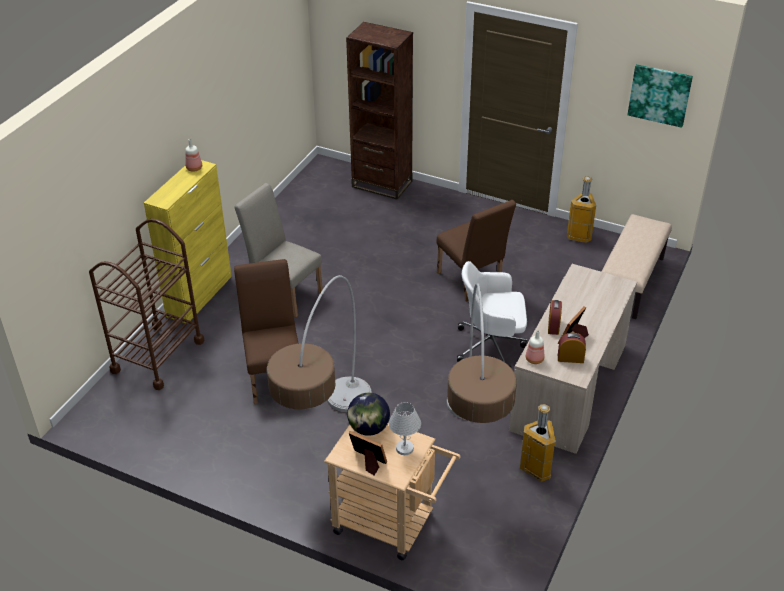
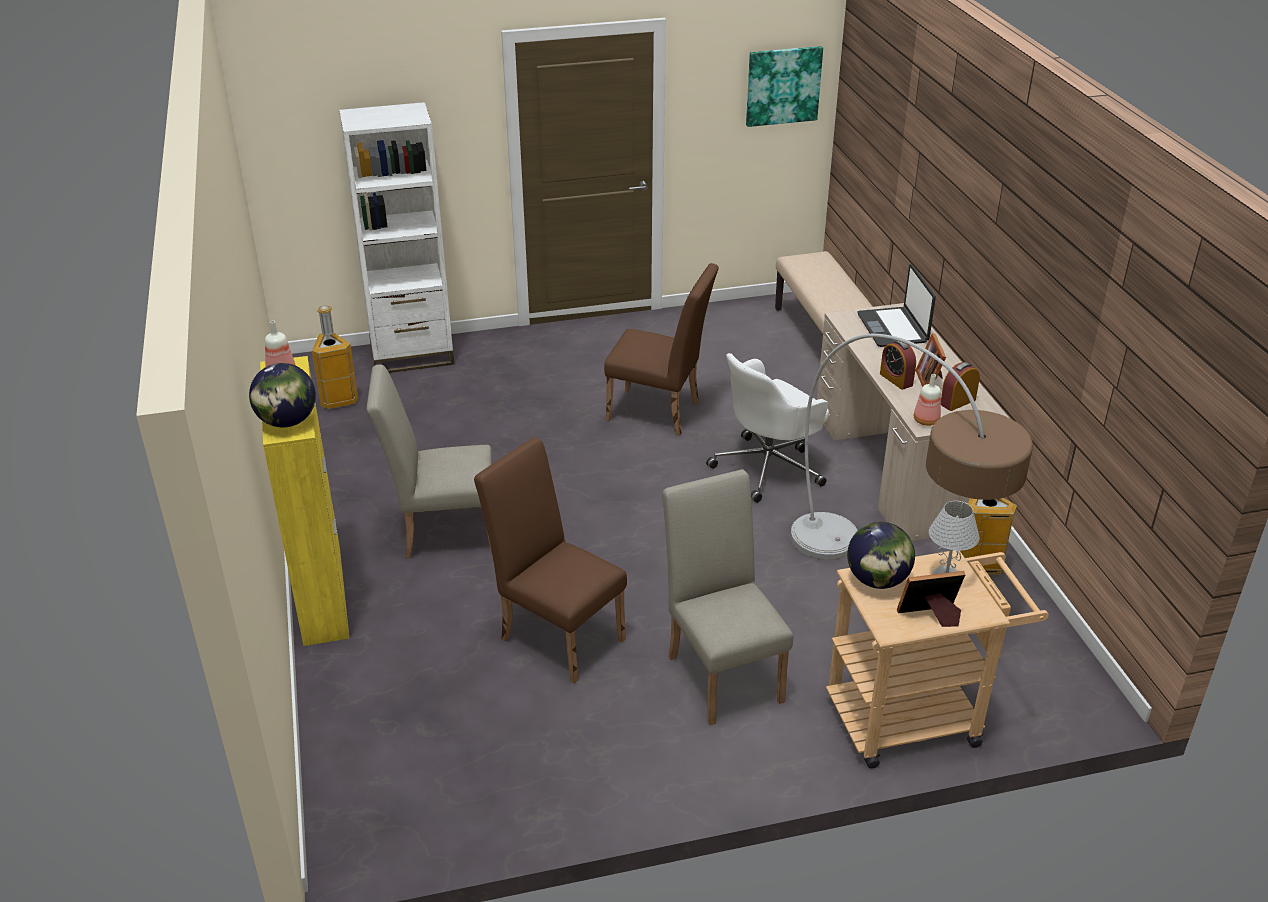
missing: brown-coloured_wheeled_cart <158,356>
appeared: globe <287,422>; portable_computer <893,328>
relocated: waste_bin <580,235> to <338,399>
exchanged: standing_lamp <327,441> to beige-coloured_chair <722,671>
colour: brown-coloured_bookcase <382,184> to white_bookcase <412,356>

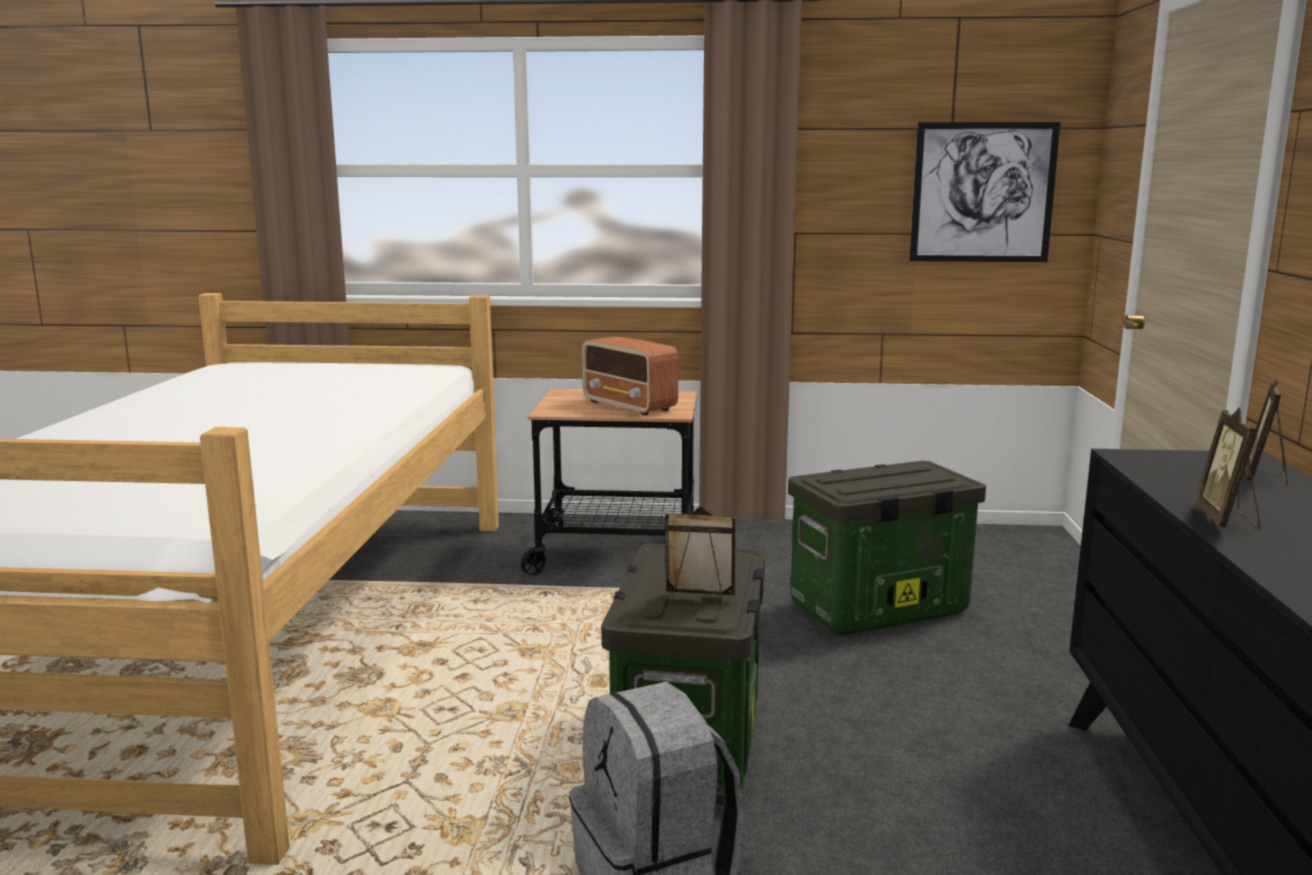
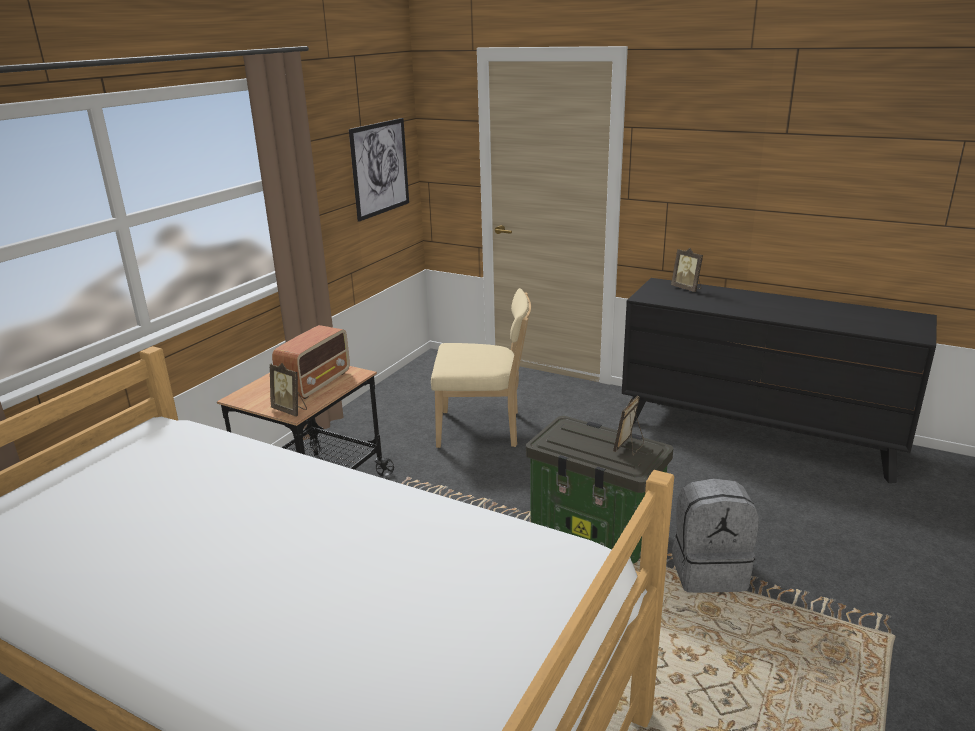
relocated: photo_frame <1227,520> to <290,410>
exchanged: storage_box <877,610> to beige-coloured_chair <483,429>
spun: radio_set <630,406> = <316,383> 45 degrees counterclockwise

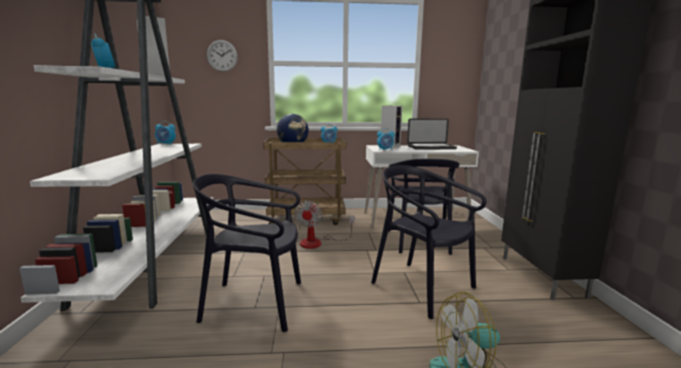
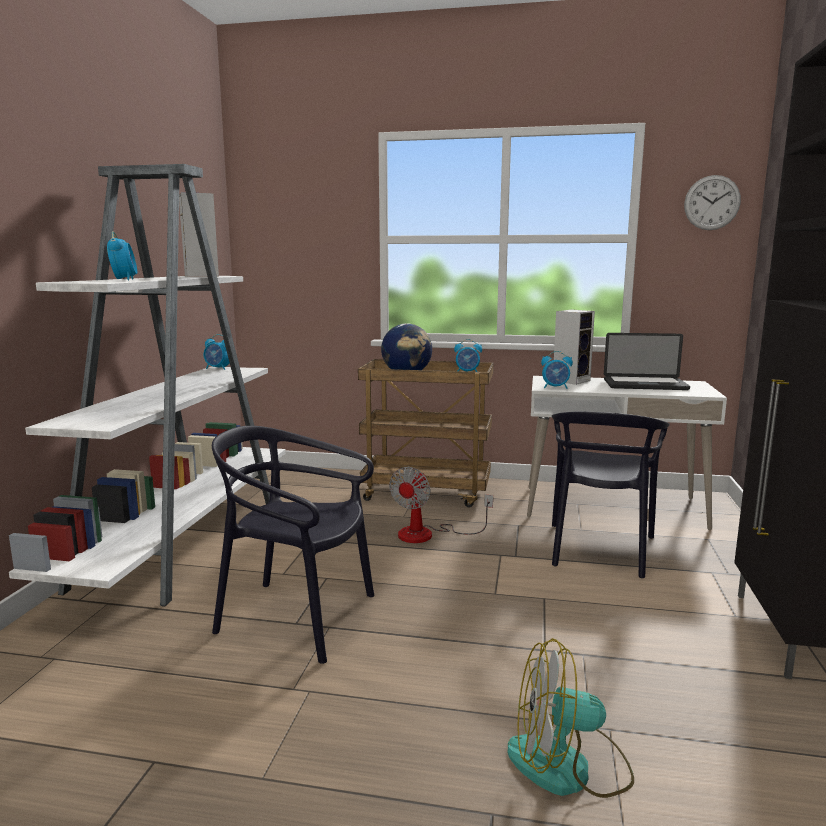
missing: blackish_chair <422,287>
relocated: clock_on_the_wall <222,55> to <712,202>

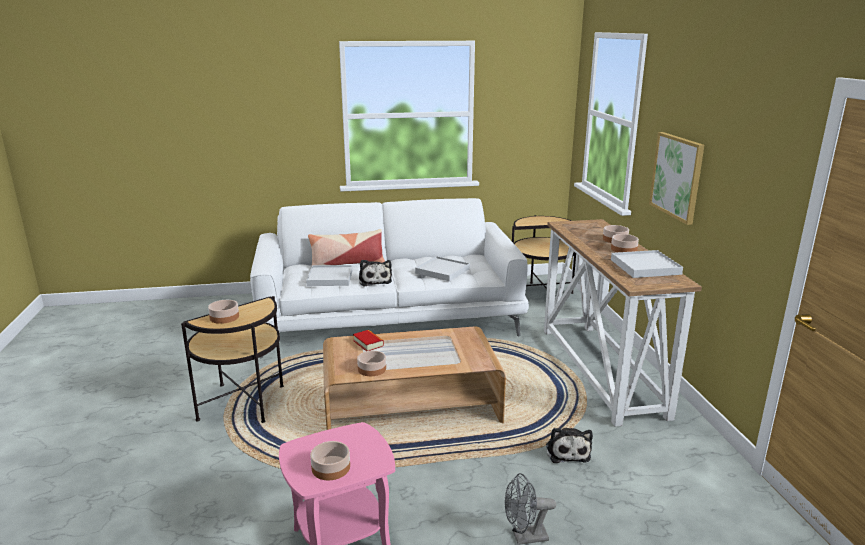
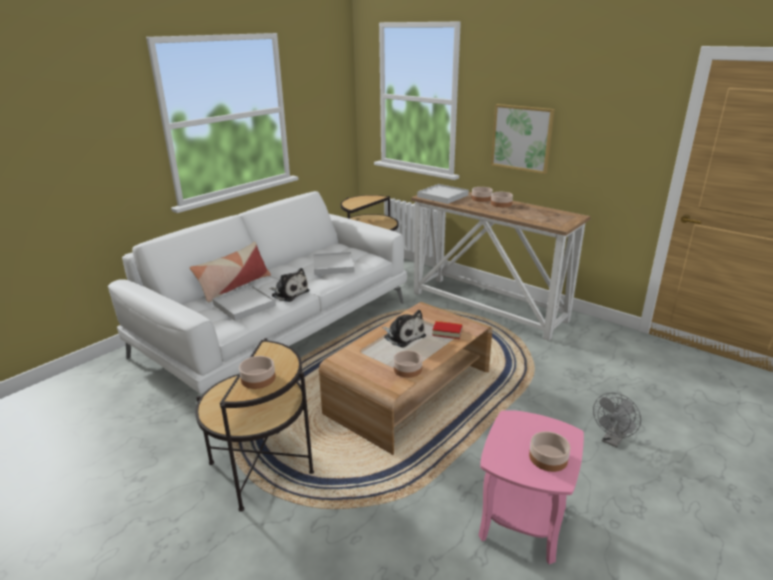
relocated: bound_book <368,343> to <447,332>; plush_toy <567,451> to <403,336>; white_serving_tray <645,267> to <443,196>

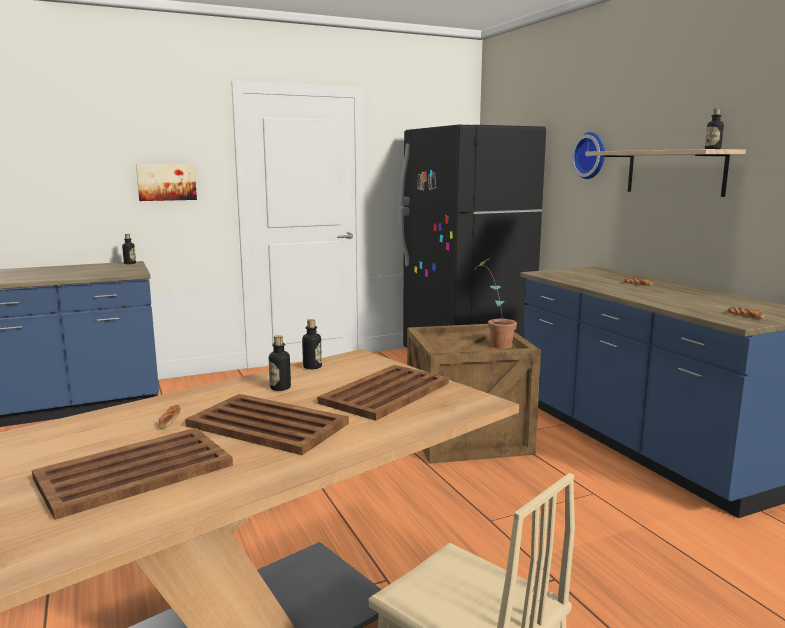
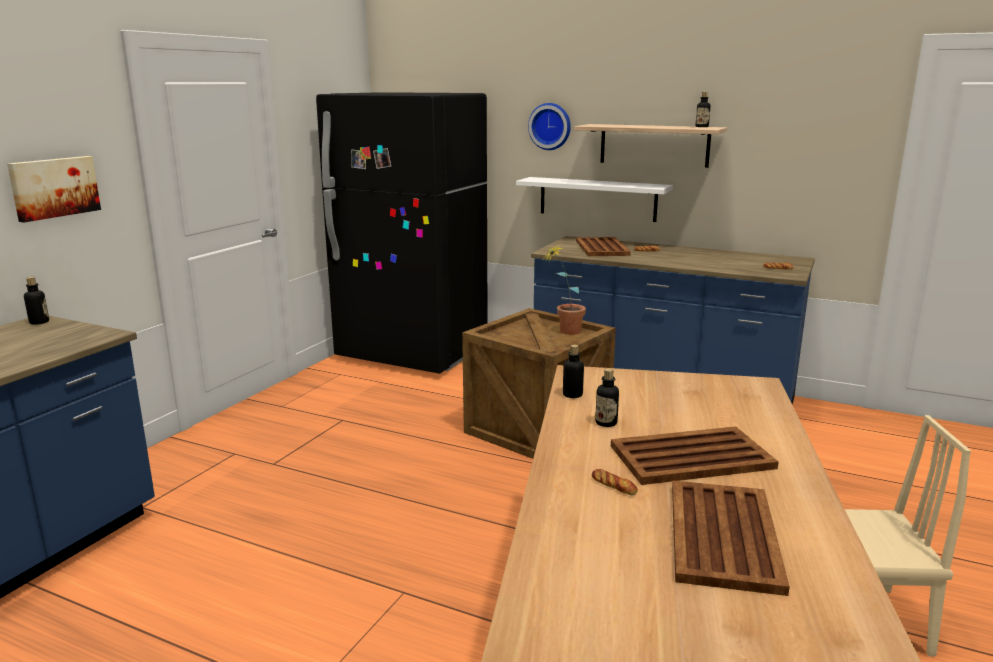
appeared: white_bracket_shelf <597,199>
relocated: brown-coloured_serving_tray <384,393> to <601,248>

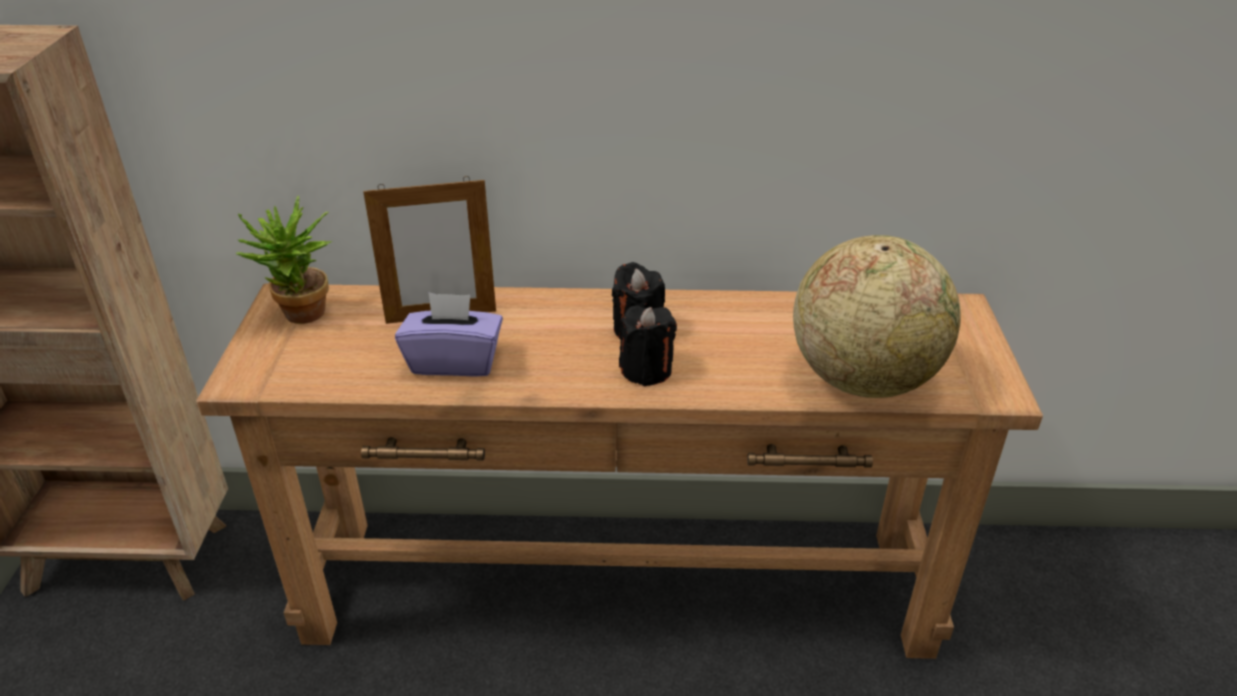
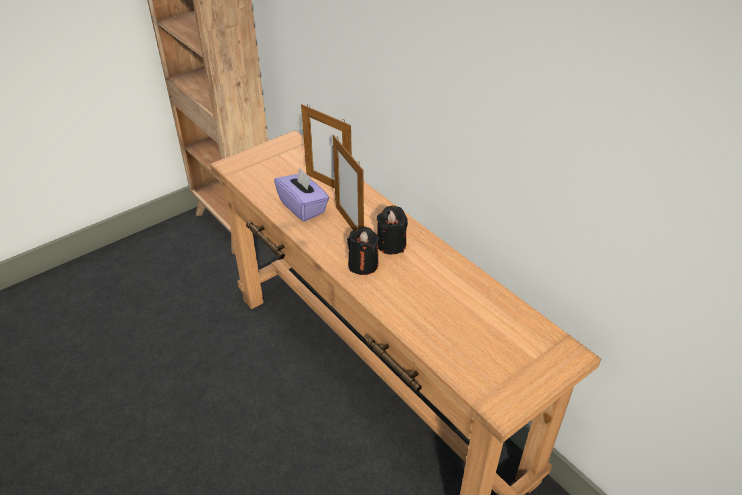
missing: potted_plant <301,317>; globe <863,379>
appeared: photo_frame <349,224>

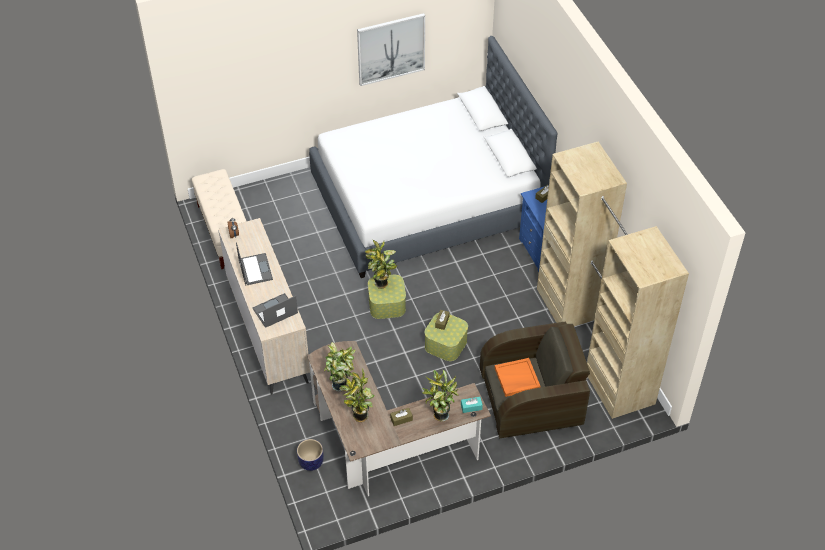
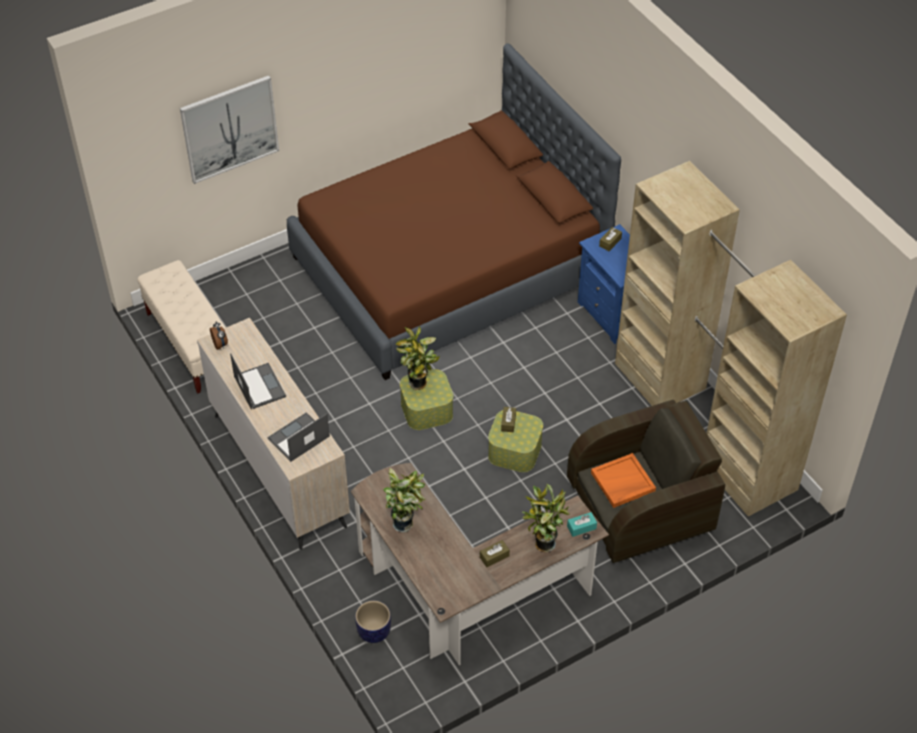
missing: potted_plant <359,417>
relocated: picture <391,49> to <230,128>
colour: white_bedroom_bed <428,201> to brown-coloured_bedroom_bed <449,268>

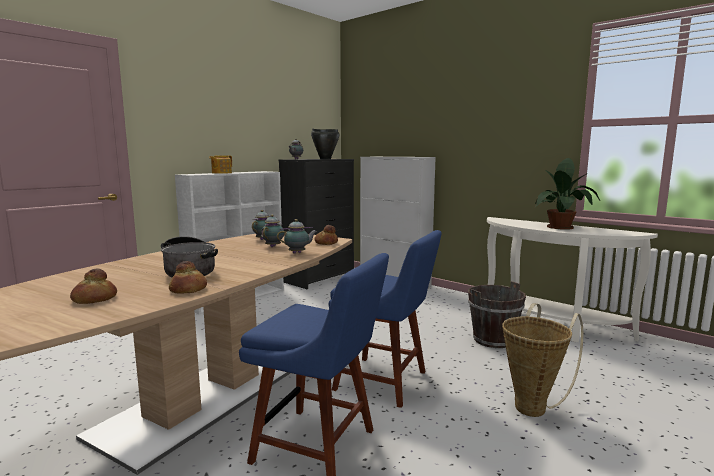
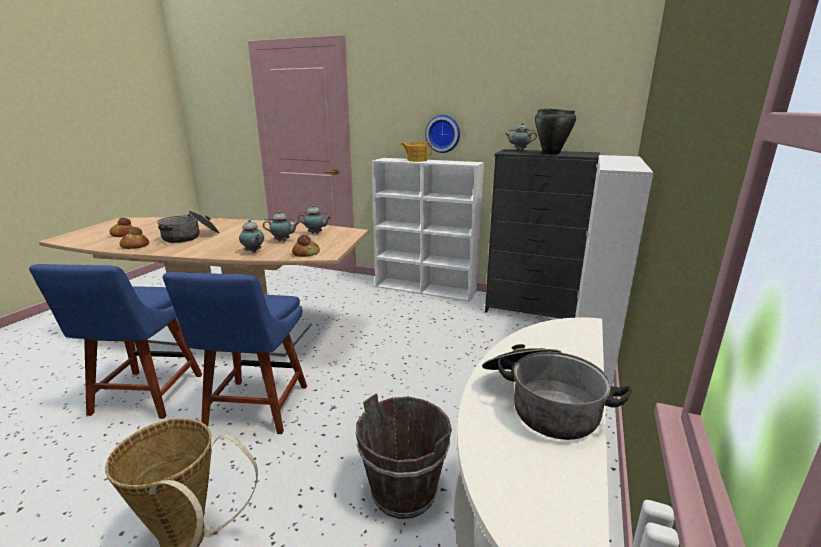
appeared: clock_on_the_wall <443,133>
exchanged: potted_plant <561,227> to cooking_pot <541,403>

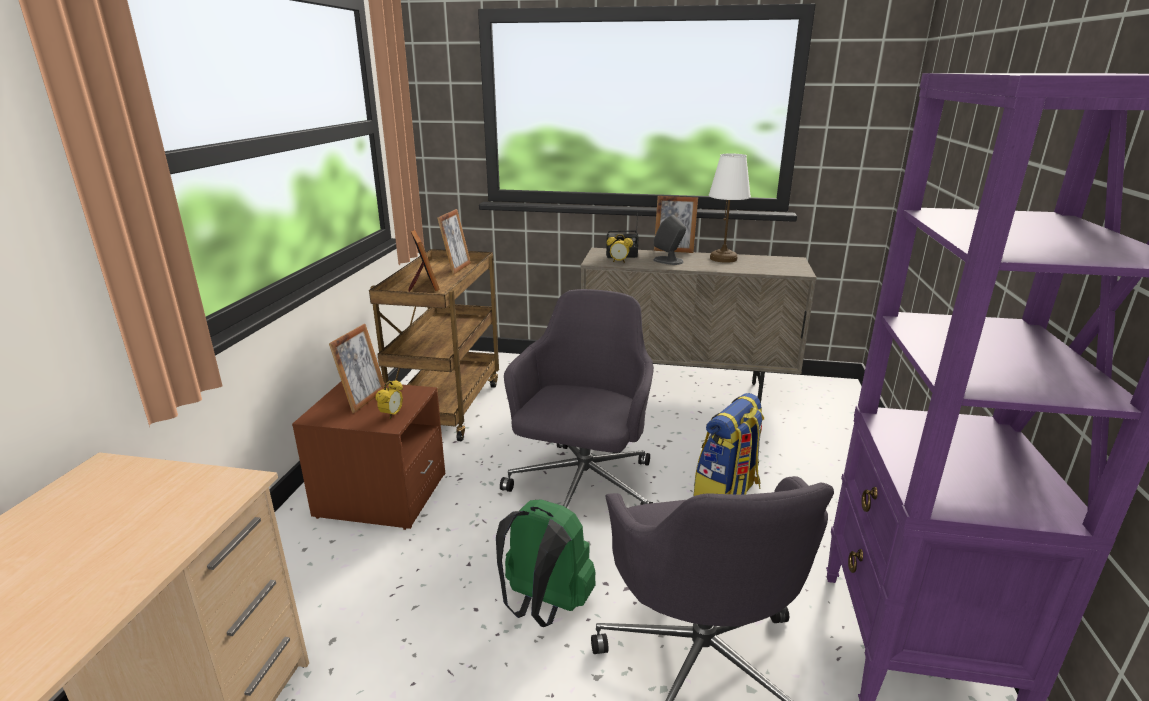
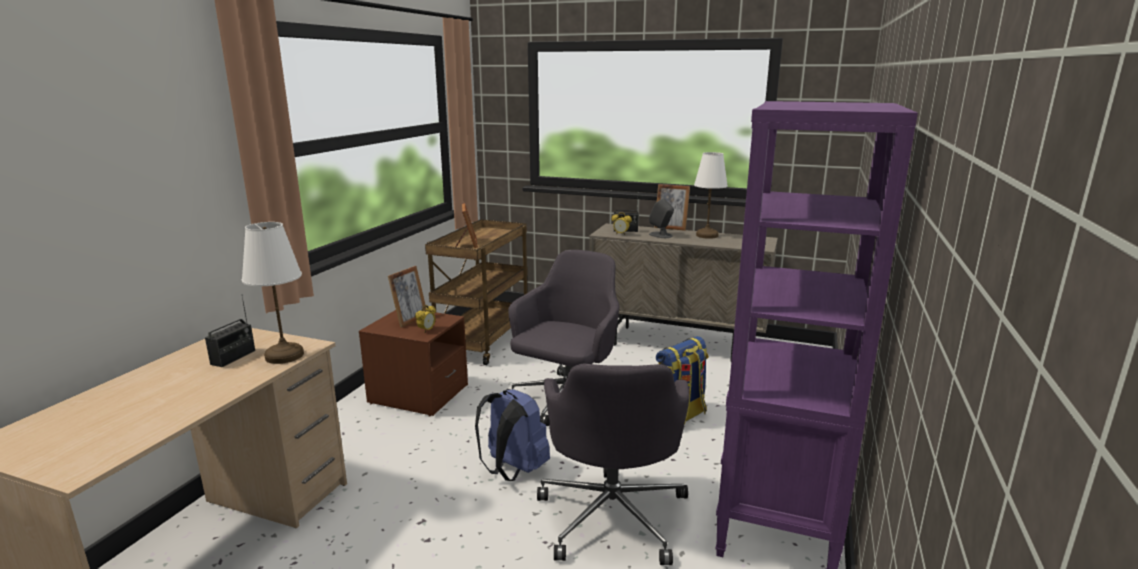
missing: photo_frame <457,268>
appeared: radio_set <233,357>; white_table_lamp <284,355>
colour: green-coloured_knapsack <544,606> to blue-coloured_knapsack <512,470>

